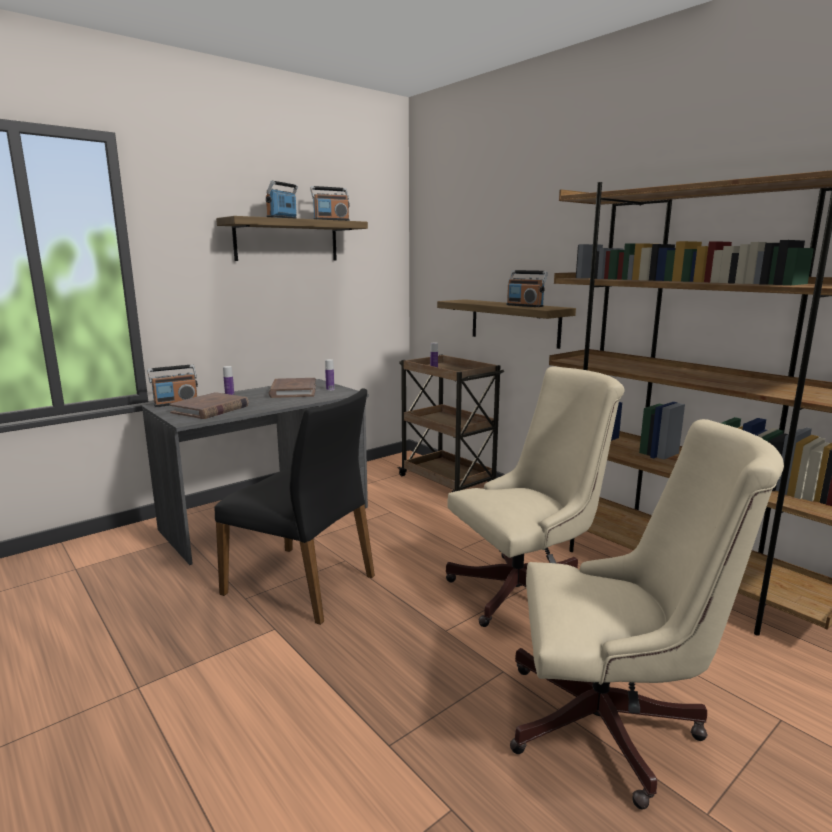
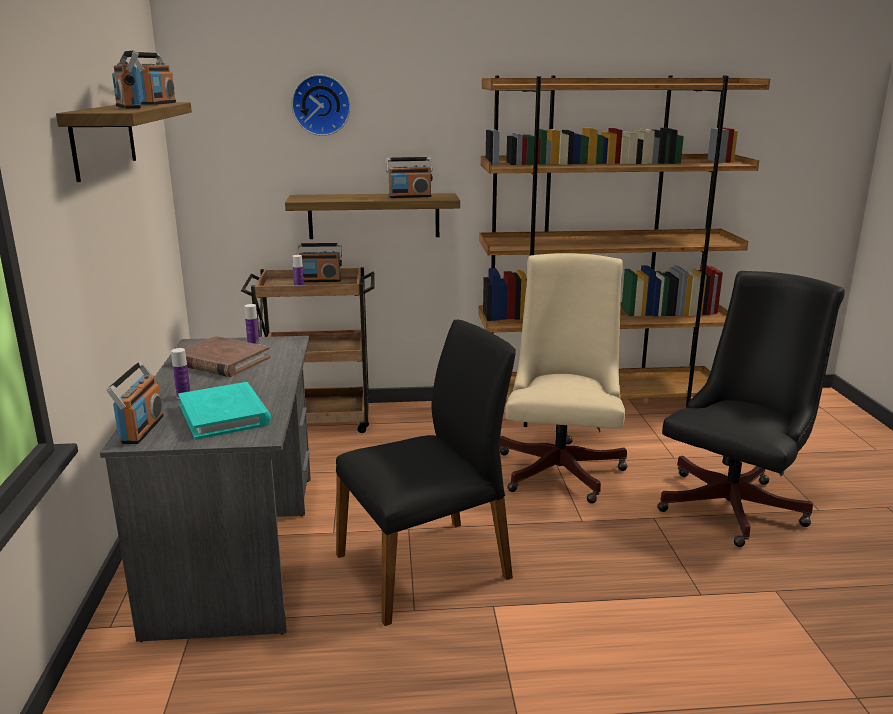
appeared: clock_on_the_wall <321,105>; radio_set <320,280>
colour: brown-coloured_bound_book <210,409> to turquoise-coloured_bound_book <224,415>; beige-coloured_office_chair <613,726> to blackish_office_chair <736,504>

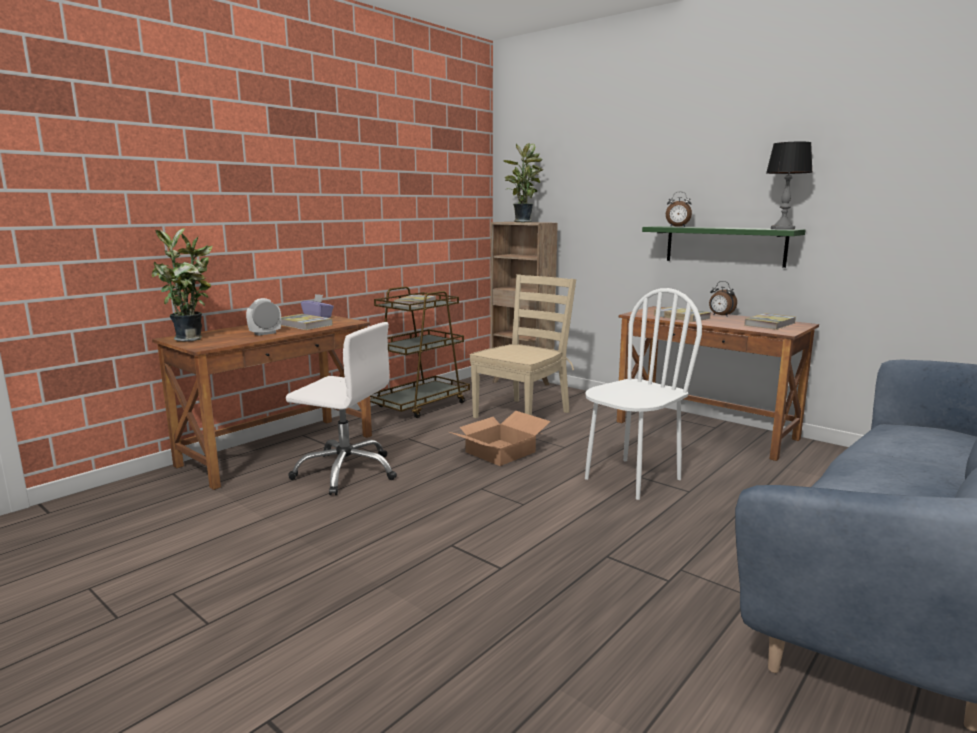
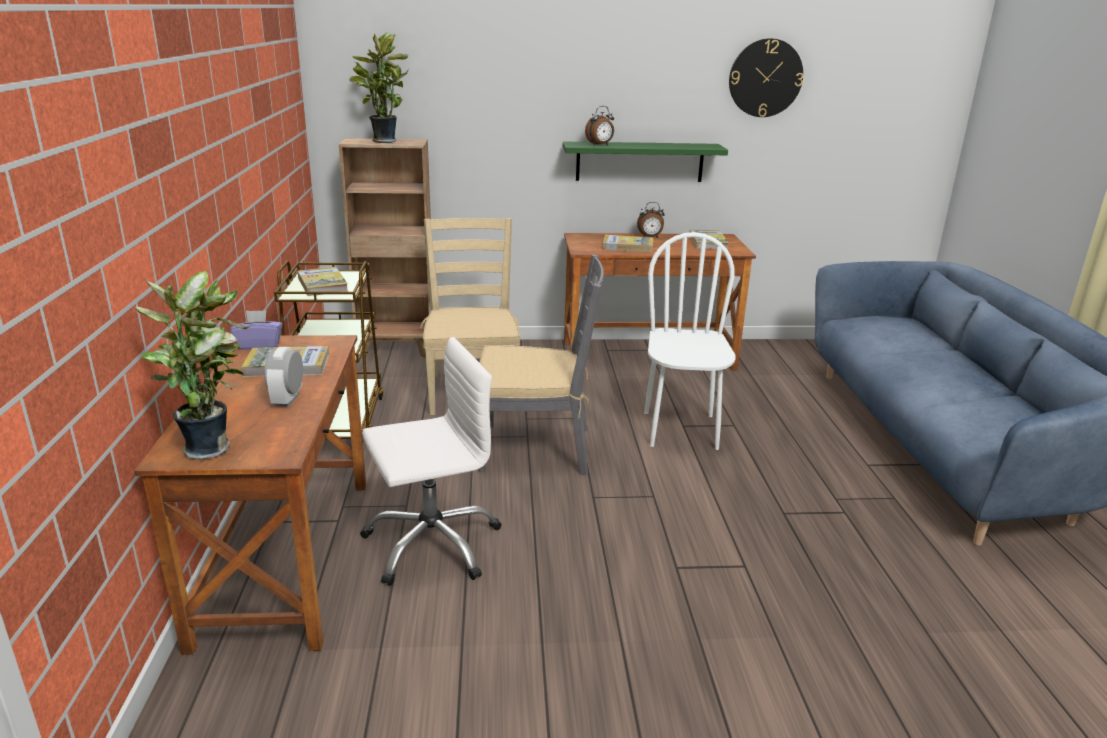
missing: table_lamp <782,229>
appeared: clock_on_the_wall <765,78>
exchanged: cardboard_box <500,452> to grey_chair <536,448>

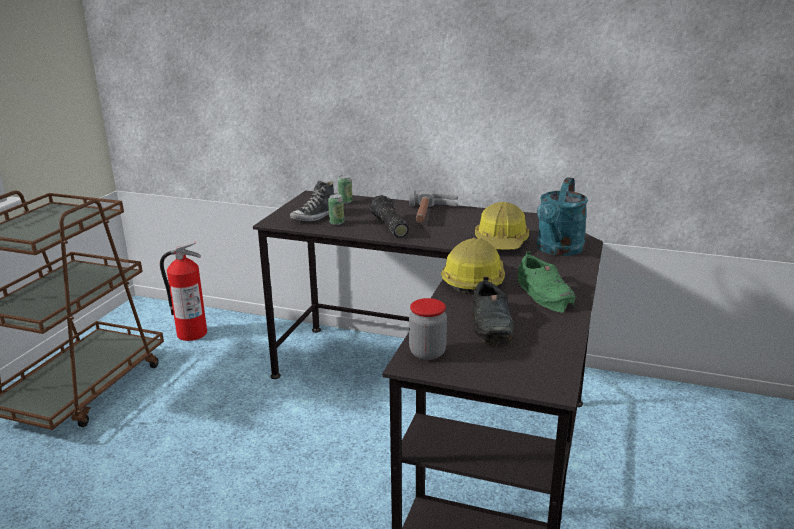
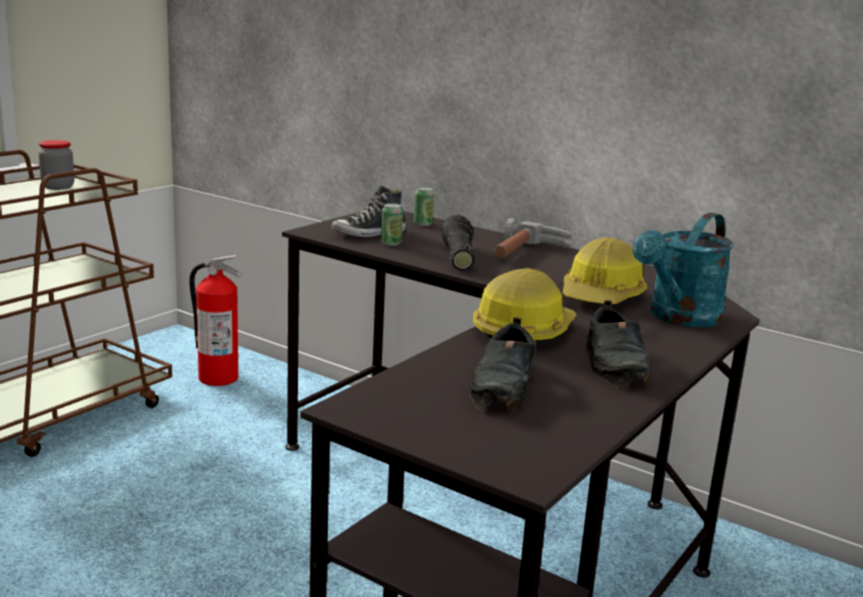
relocated: storage_jar <427,353> to <58,187>
colour: green-coloured_low_shoe <545,293> to blackish_low_shoe <615,363>

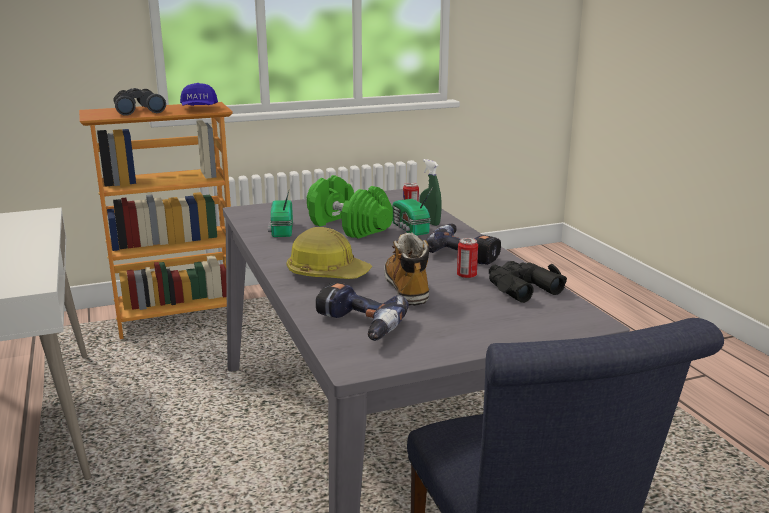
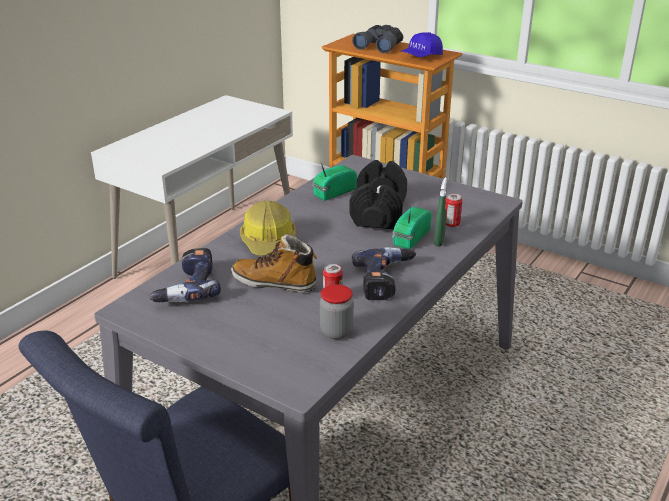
exchanged: blackish_pair_of_binoculars <521,287> to storage_jar <336,332>
colour: green-coloured_dumbbell <348,226> to blackish_dumbbell <378,212>
spun: tall_boot <407,289> = <275,283> 120 degrees counterclockwise

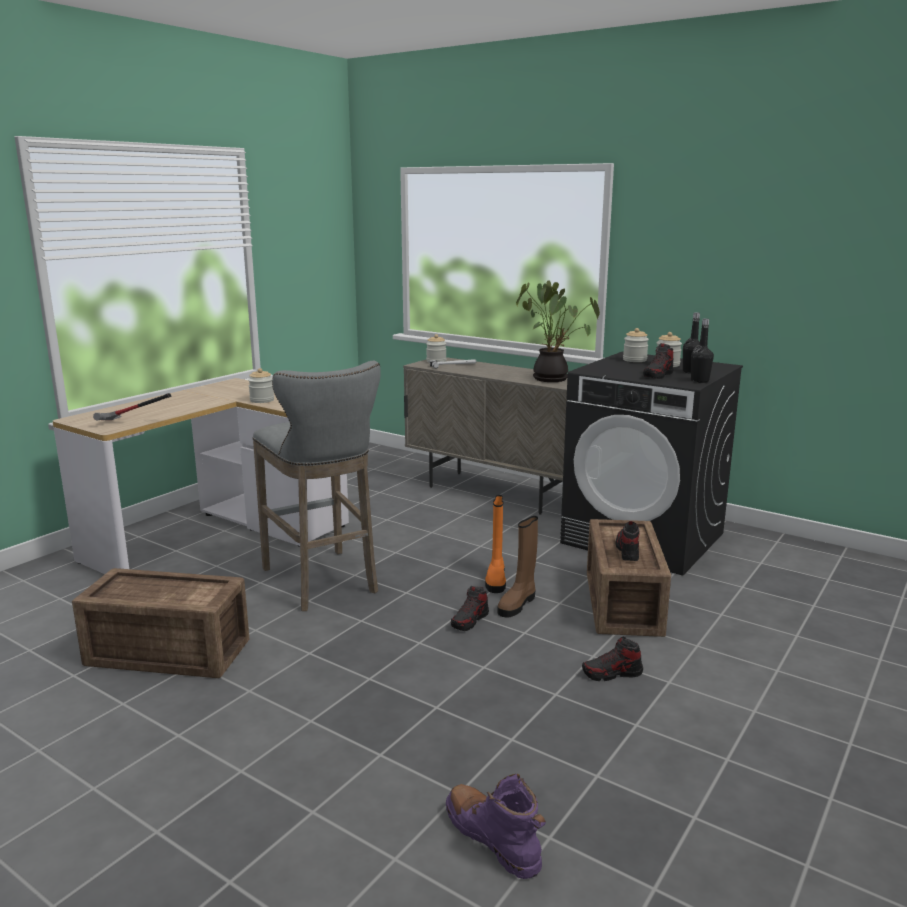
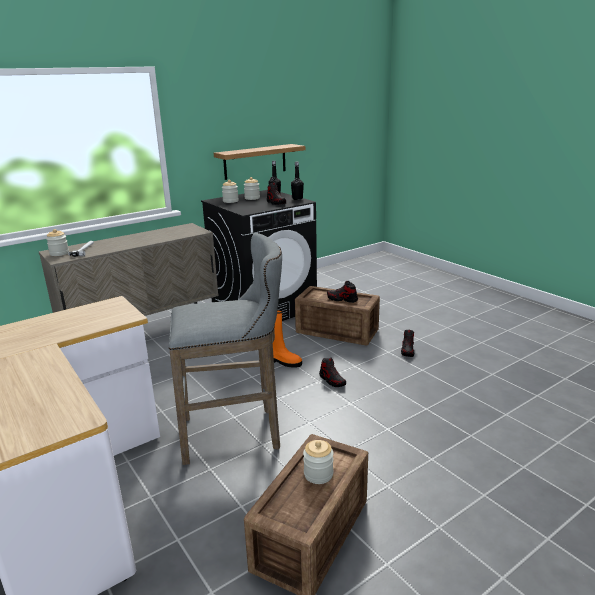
missing: hammer <131,423>; purple_tall_boot <493,838>; brown-coloured_tall_boot <517,604>; potted_plant <553,378>
appeared: bracket_shelf <255,161>
relocated: storage_jar <262,400> to <318,474>

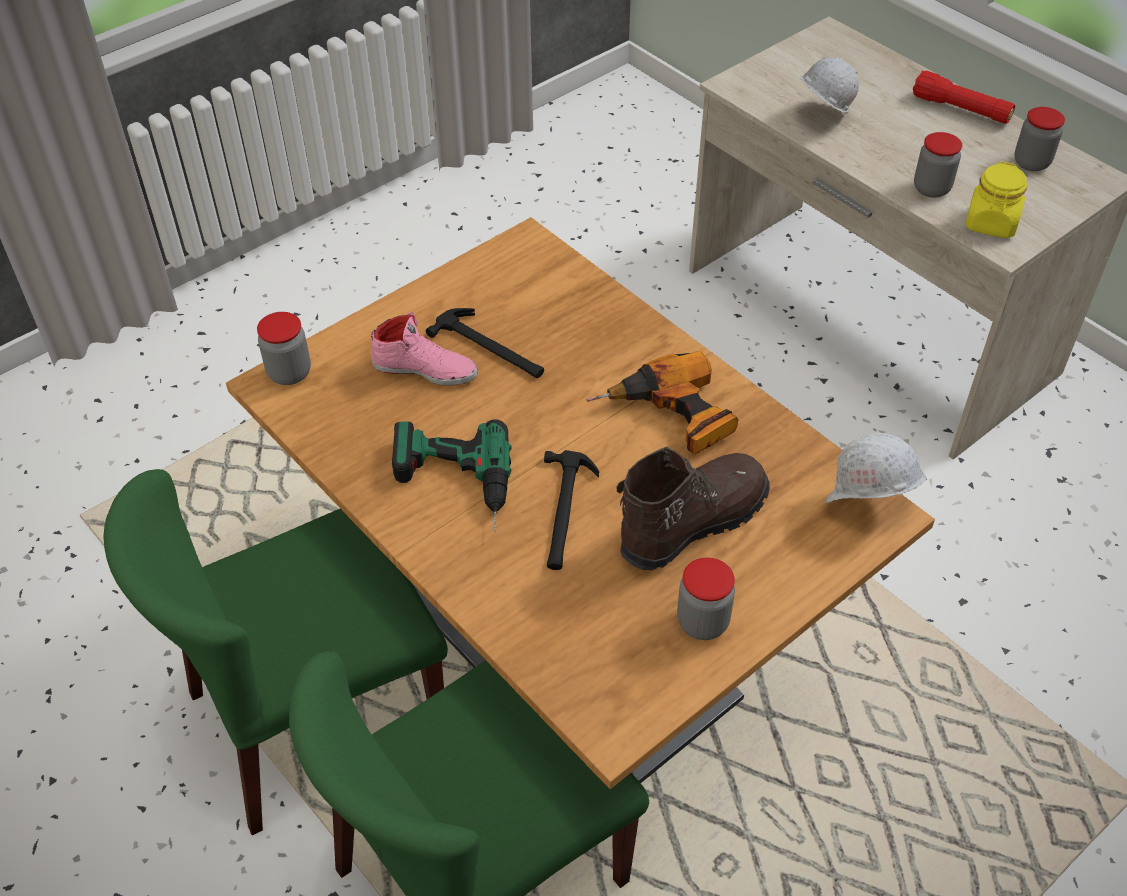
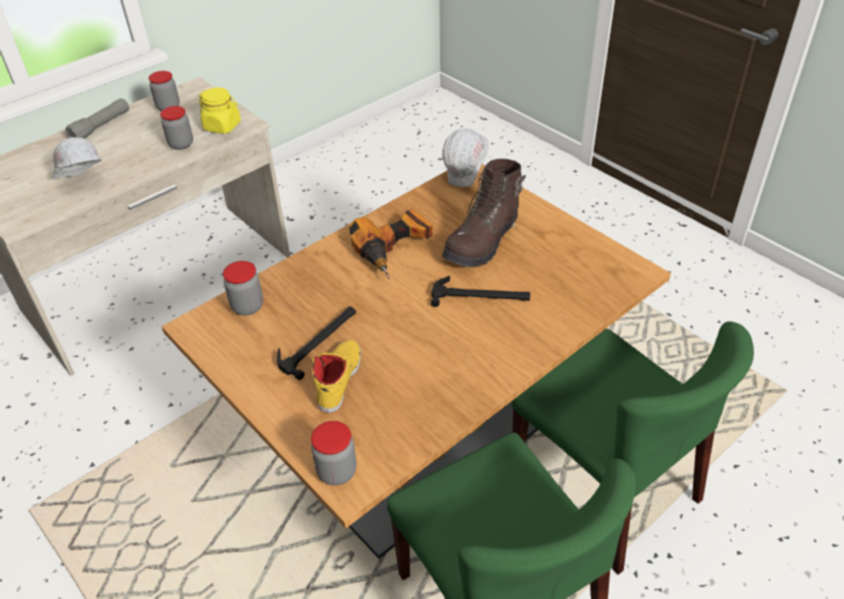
missing: electric_drill <452,486>
relocated: storage_jar <702,622> to <247,306>
colour: pink_low_shoe <425,368> to yellowish_low_shoe <338,378>; red_hand_torch <960,109> to grey_hand_torch <101,127>
spun: brown-coloured_tall_boot <691,522> = <483,241> 105 degrees counterclockwise

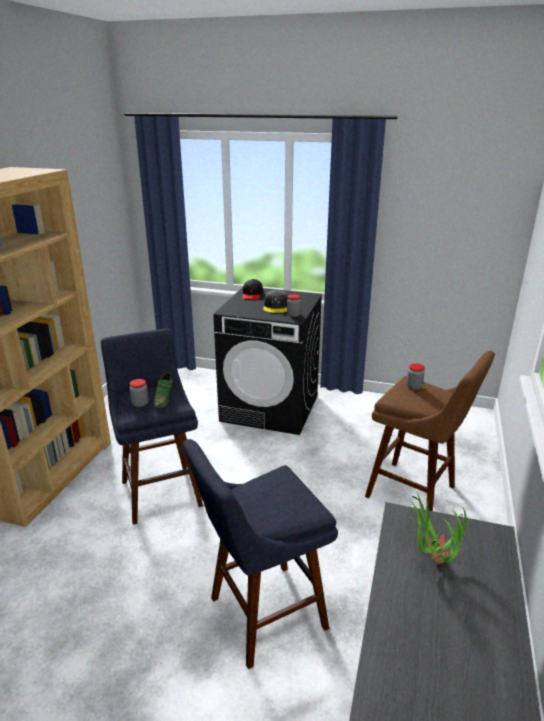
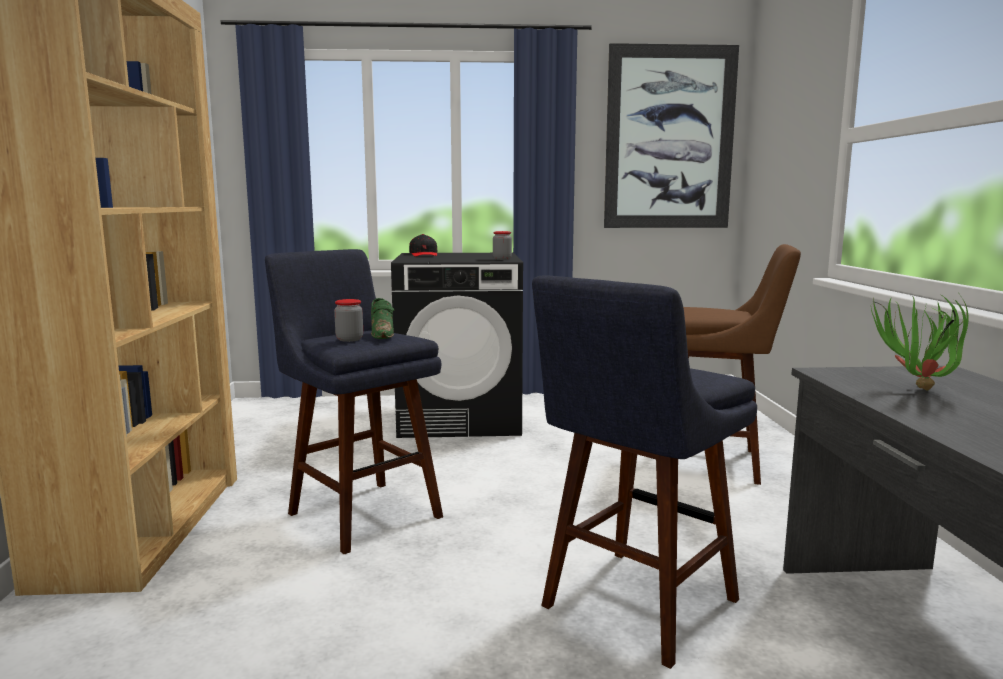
missing: grey_baseball_cap <276,307>; storage_jar <414,387>
appeared: picture <669,138>

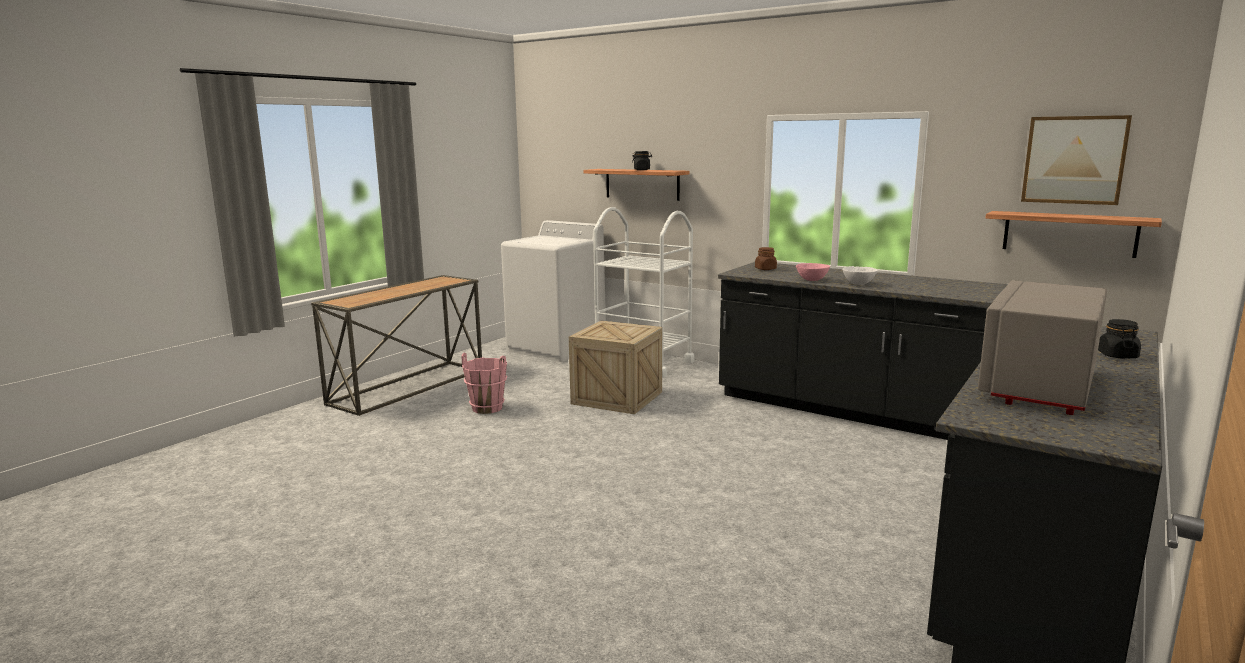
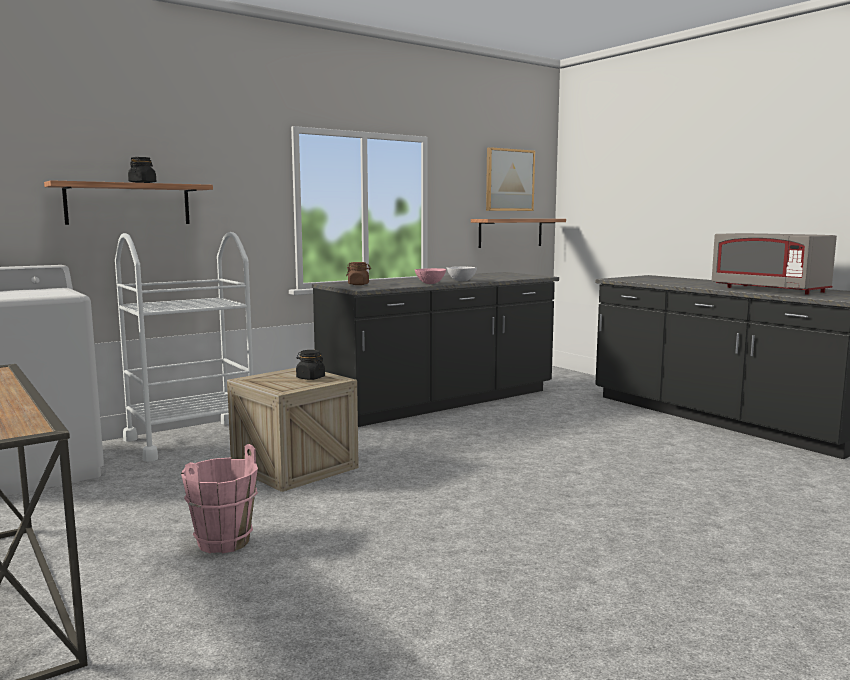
relocated: blackish_storage_jar <1117,355> to <310,378>

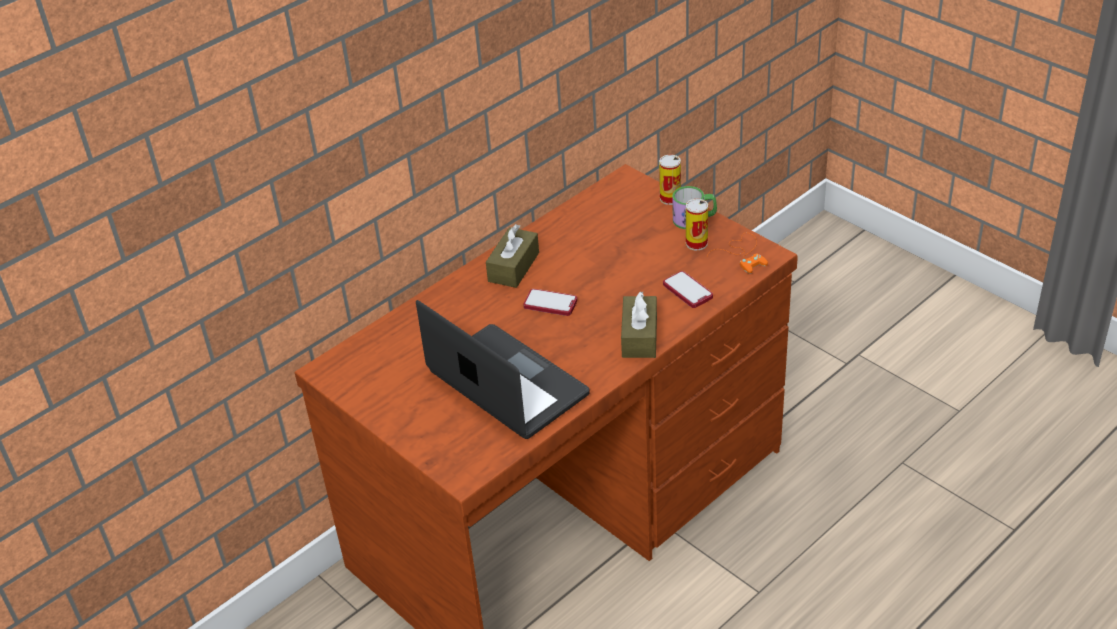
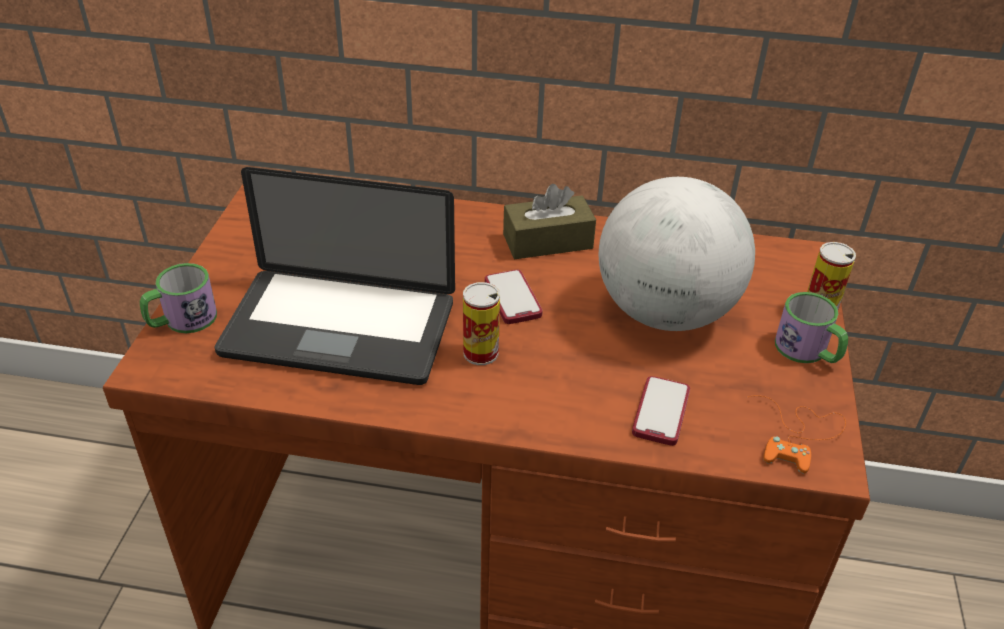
missing: brown-coloured_tissue_box <639,337>
appeared: tea_mug <182,320>; globe <664,312>
relocated: can <696,243> to <480,353>
spun: portable_computer <507,384> = <339,329> 90 degrees clockwise

